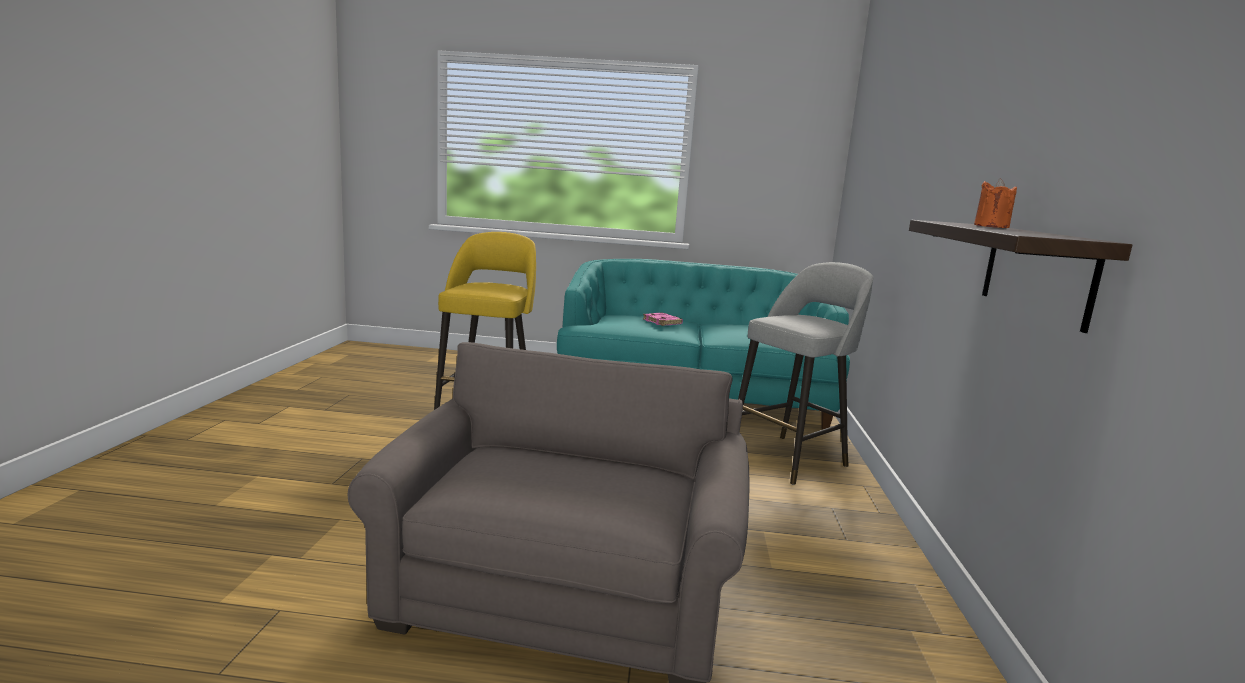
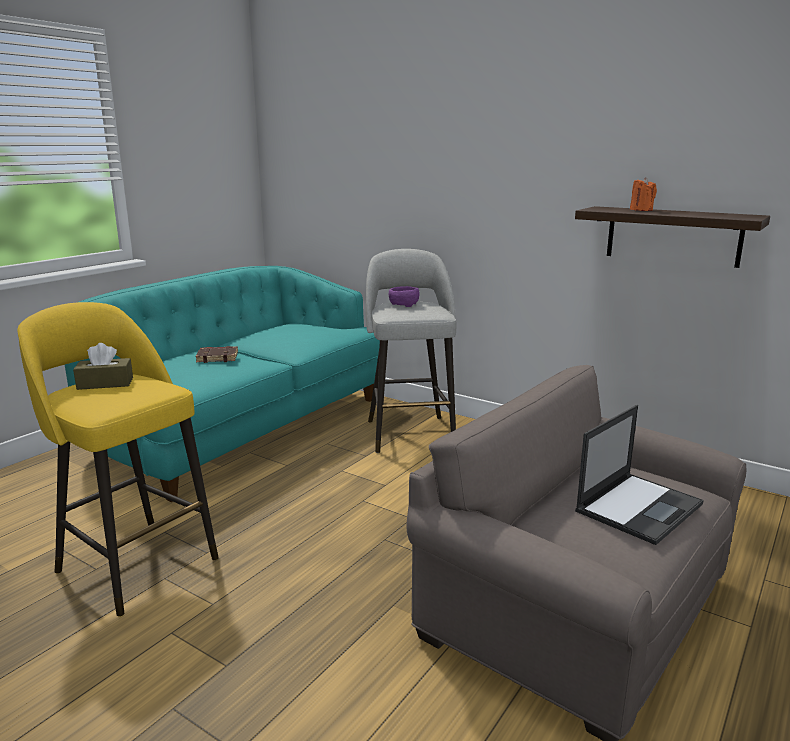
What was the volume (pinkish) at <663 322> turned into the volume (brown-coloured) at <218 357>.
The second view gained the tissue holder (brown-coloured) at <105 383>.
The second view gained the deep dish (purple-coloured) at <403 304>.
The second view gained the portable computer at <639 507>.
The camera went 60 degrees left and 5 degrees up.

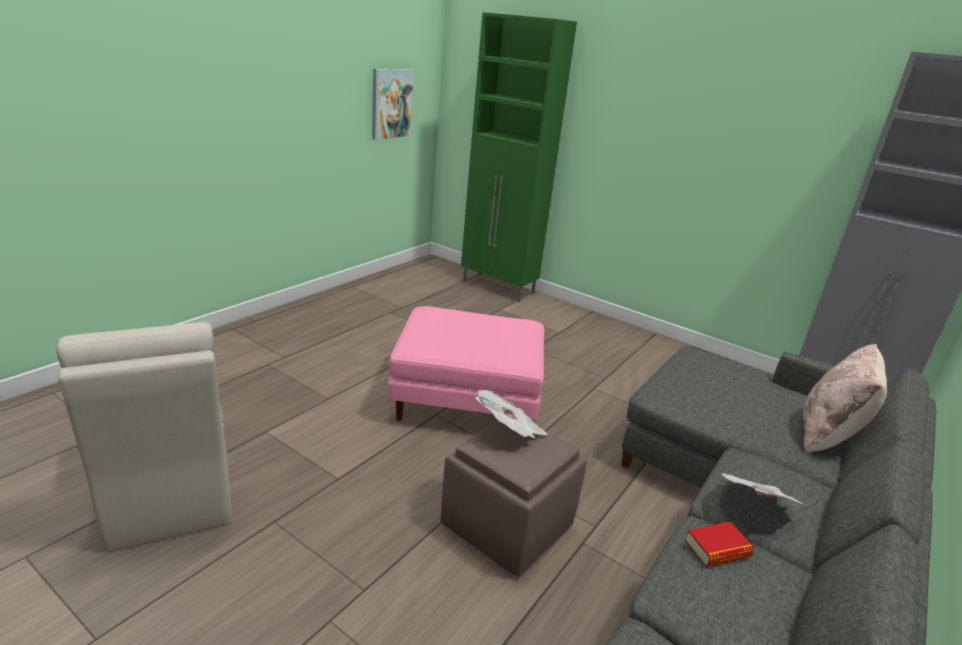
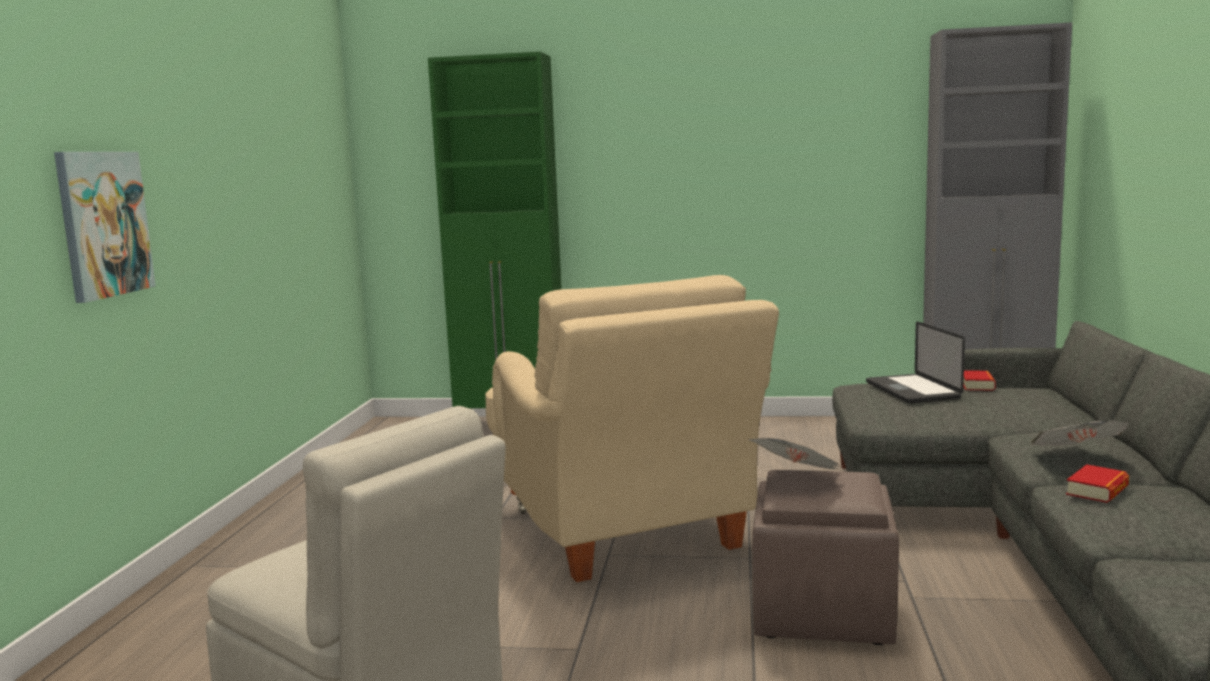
The picture ended up elsewhere, having gone from <391 103> to <103 224>.
Where the ottoman (pinkish) stood at <465 401>, the easy chair (beige) came to stand at <625 532>.
The second view lost the pillow (beige) at <828 435>.
The second view gained the portable computer at <912 390>.
The second view gained the volume at <977 385>.
The camera went 25 degrees left and 15 degrees down.

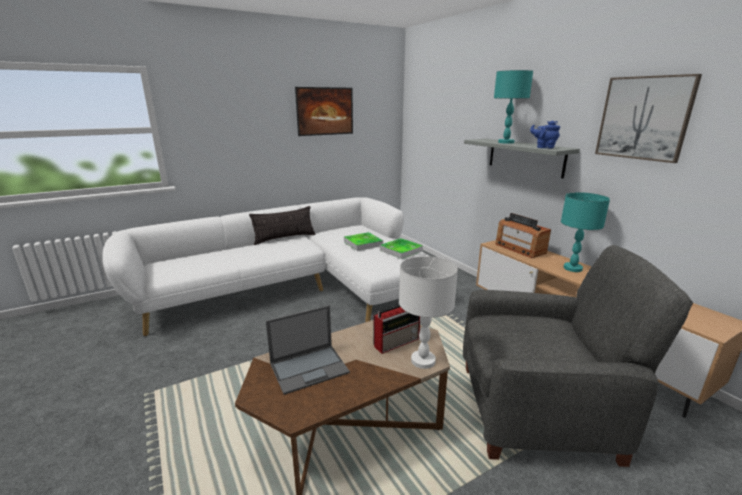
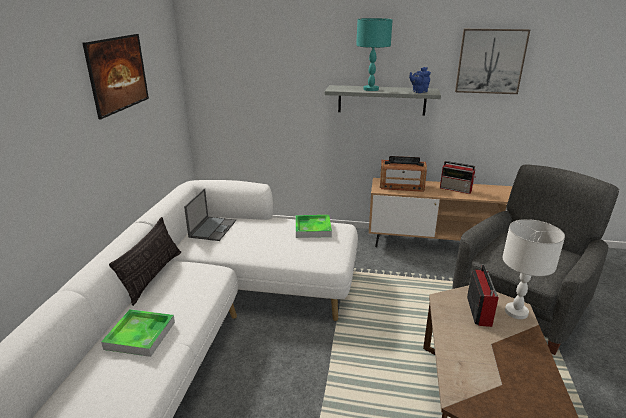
The portable computer ended up elsewhere, having gone from <310 368> to <213 228>.
The tray ended up elsewhere, having gone from <363 243> to <140 335>.
Where the table lamp (turquoise) stood at <573 268>, the radio receiver came to stand at <456 189>.
The camera went 50 degrees left and 5 degrees up.

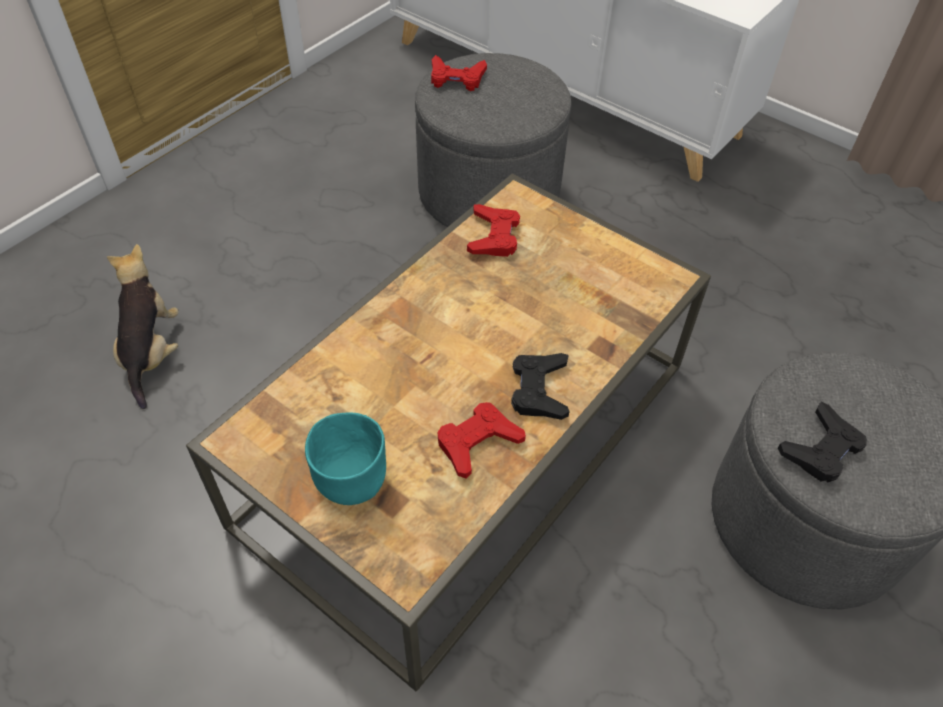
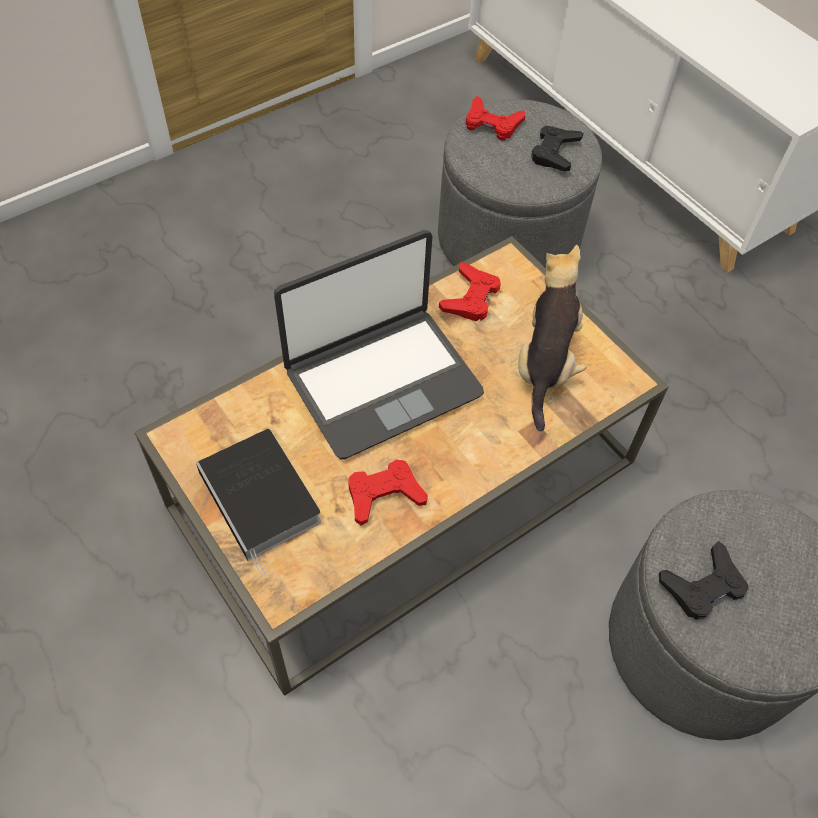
The soft toy ended up elsewhere, having gone from <151 352> to <545 365>.
Where the deep dish (turquoise) stood at <351 480>, the volume came to stand at <262 500>.
The gamepad (blackish) ended up elsewhere, having gone from <539 390> to <555 152>.
The second view gained the portable computer at <382 381>.
The camera went 15 degrees right and 5 degrees up.

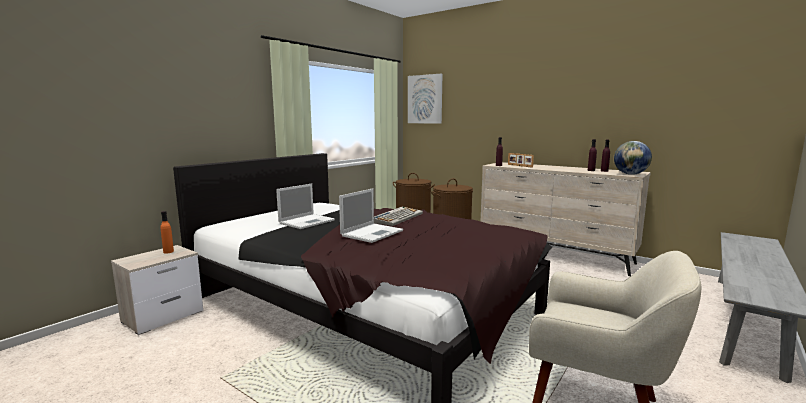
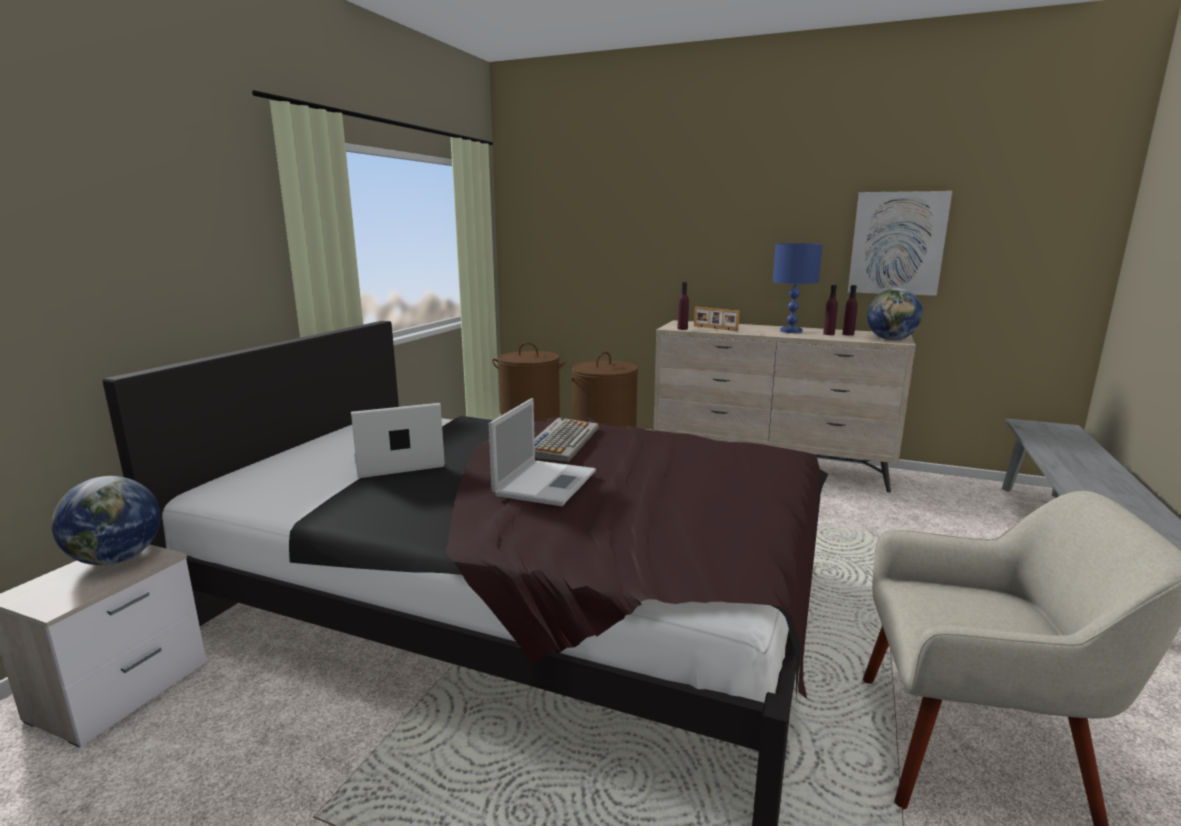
Where the bottle (orangey) stood at <168 252>, the globe came to stand at <116 559>.
The portable computer at <307 221> ended up facing another way, 135 degrees counterclockwise from before.
The picture ended up elsewhere, having gone from <425 99> to <897 243>.
The second view gained the table lamp (bluish) at <790 331>.
The camera went 15 degrees left and 5 degrees up.

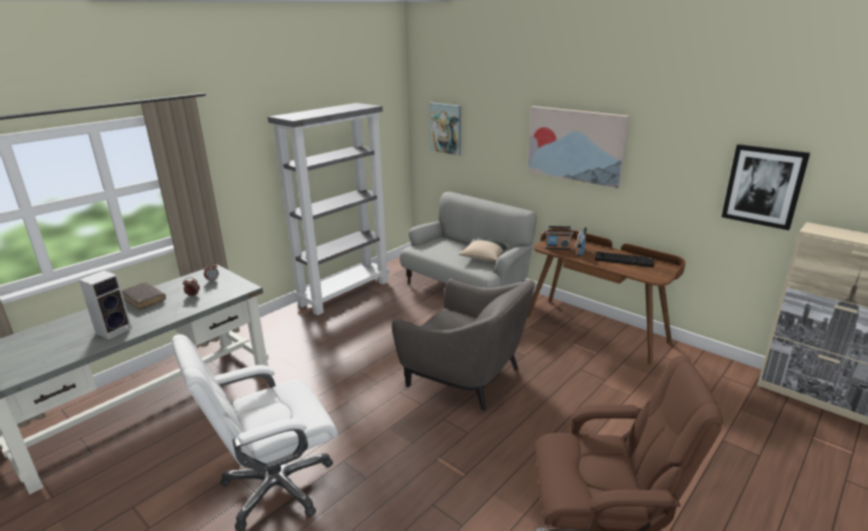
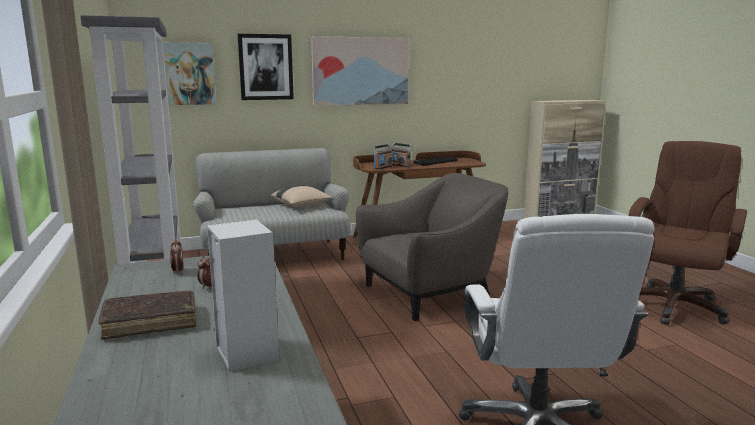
The picture ended up elsewhere, having gone from <763 186> to <266 67>.
The camera went 60 degrees left and 10 degrees down.

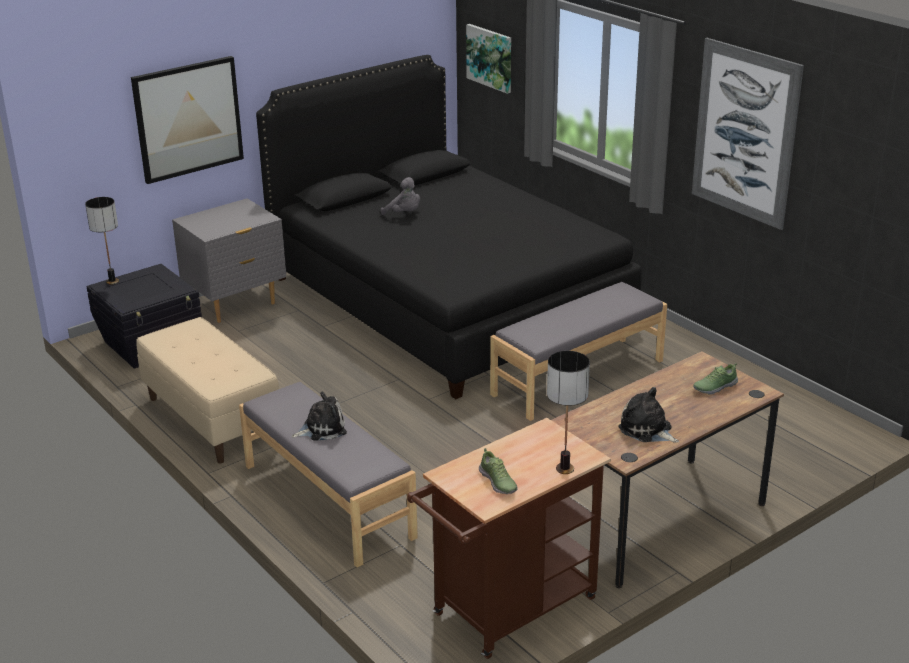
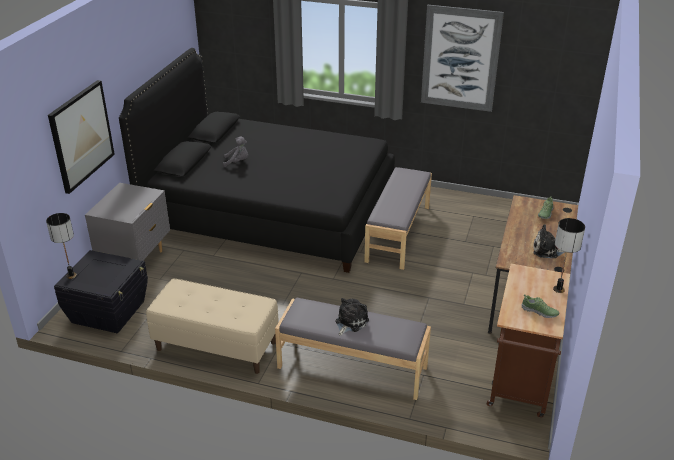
The second view lost the picture at <490 57>.
The camera went 35 degrees left and 5 degrees up.

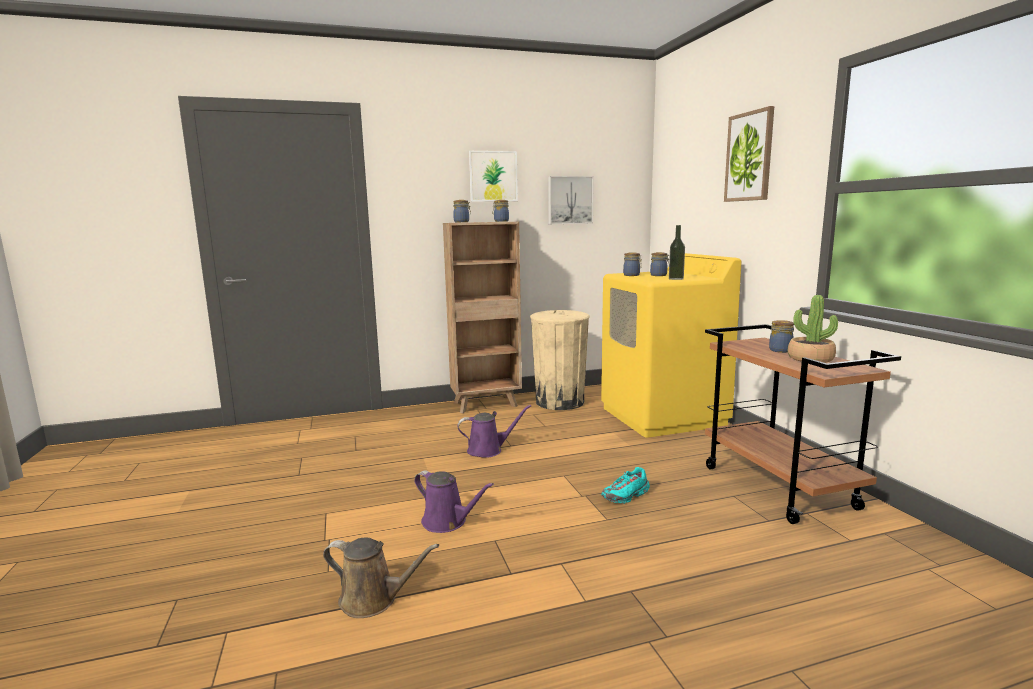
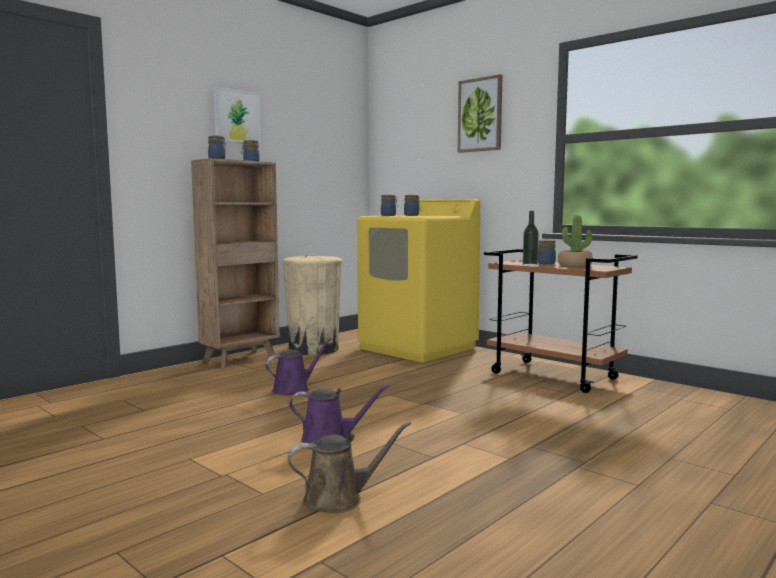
The second view lost the picture at <569 200>.
The second view lost the item of footwear (turquoise) at <626 496>.
The bottle ended up elsewhere, having gone from <676 279> to <530 264>.
The camera went 30 degrees left and 5 degrees down.

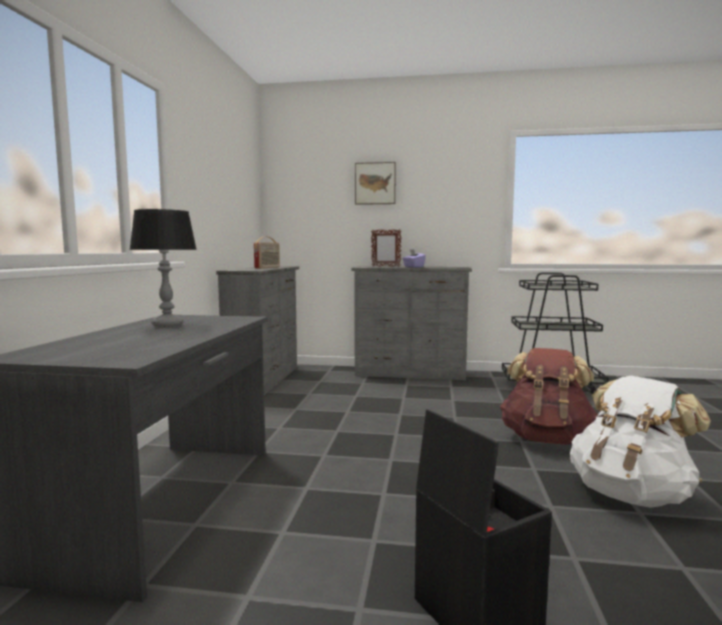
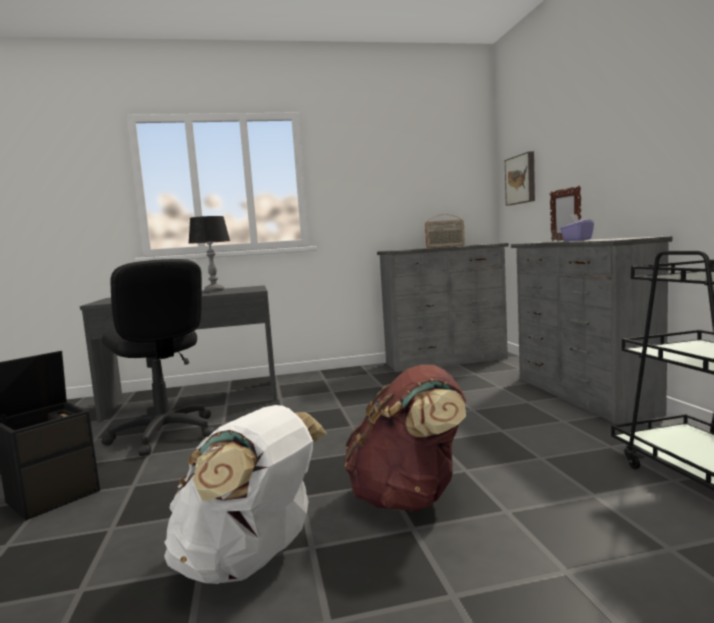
The picture ended up elsewhere, having gone from <375 183> to <521 179>.
The second view gained the office chair (blackish) at <164 434>.
The camera went 70 degrees right and 0 degrees up.

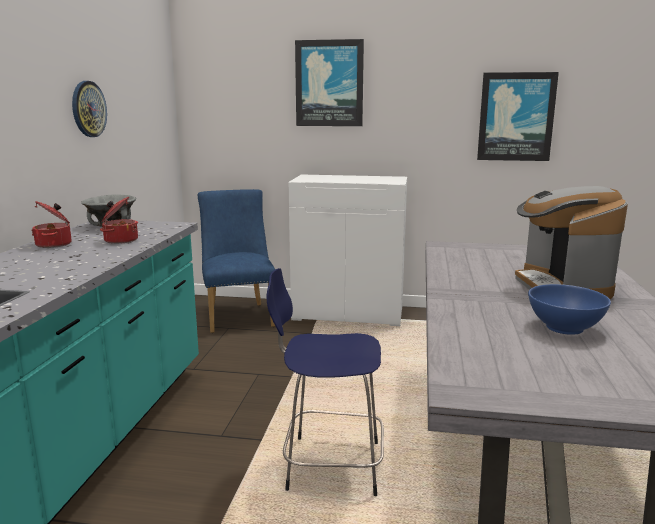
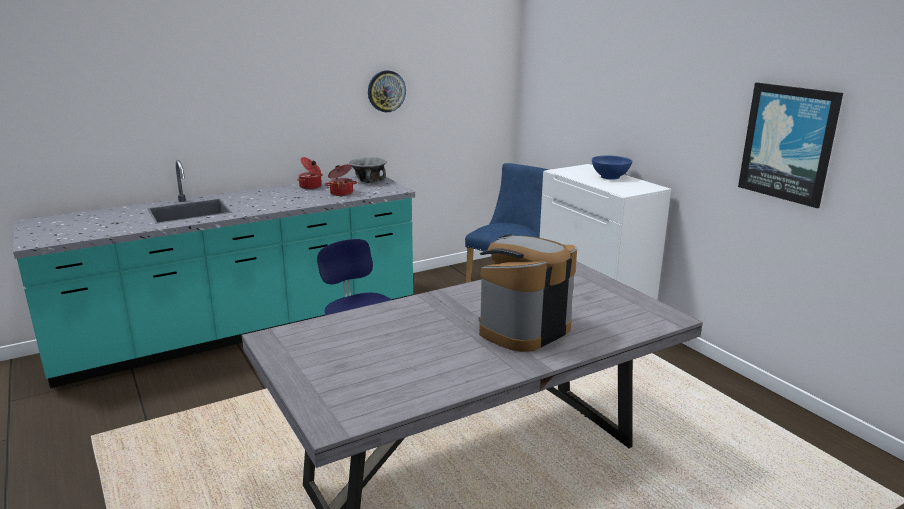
The second view lost the picture at <329 83>.
The deep dish (bluish) ended up elsewhere, having gone from <565 328> to <610 177>.
The camera went 50 degrees right and 5 degrees up.

